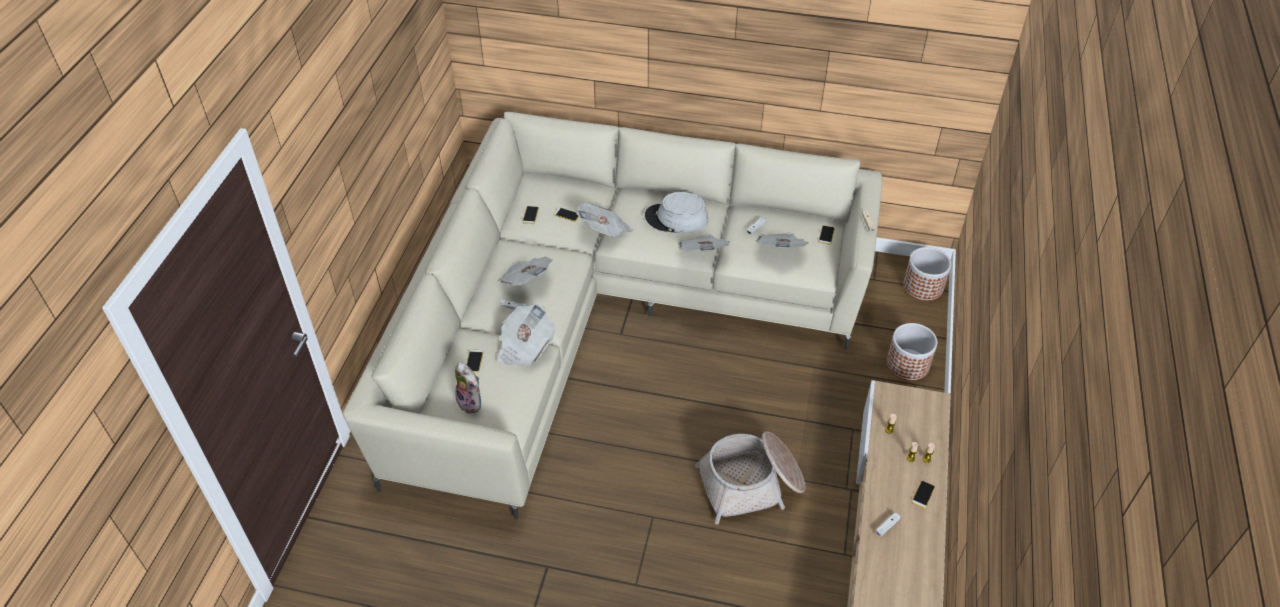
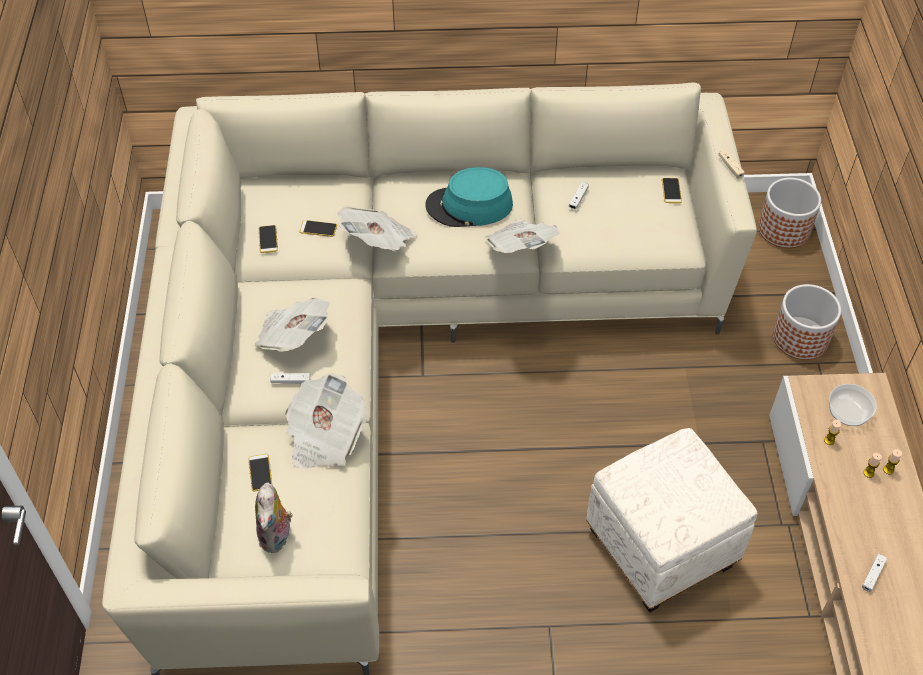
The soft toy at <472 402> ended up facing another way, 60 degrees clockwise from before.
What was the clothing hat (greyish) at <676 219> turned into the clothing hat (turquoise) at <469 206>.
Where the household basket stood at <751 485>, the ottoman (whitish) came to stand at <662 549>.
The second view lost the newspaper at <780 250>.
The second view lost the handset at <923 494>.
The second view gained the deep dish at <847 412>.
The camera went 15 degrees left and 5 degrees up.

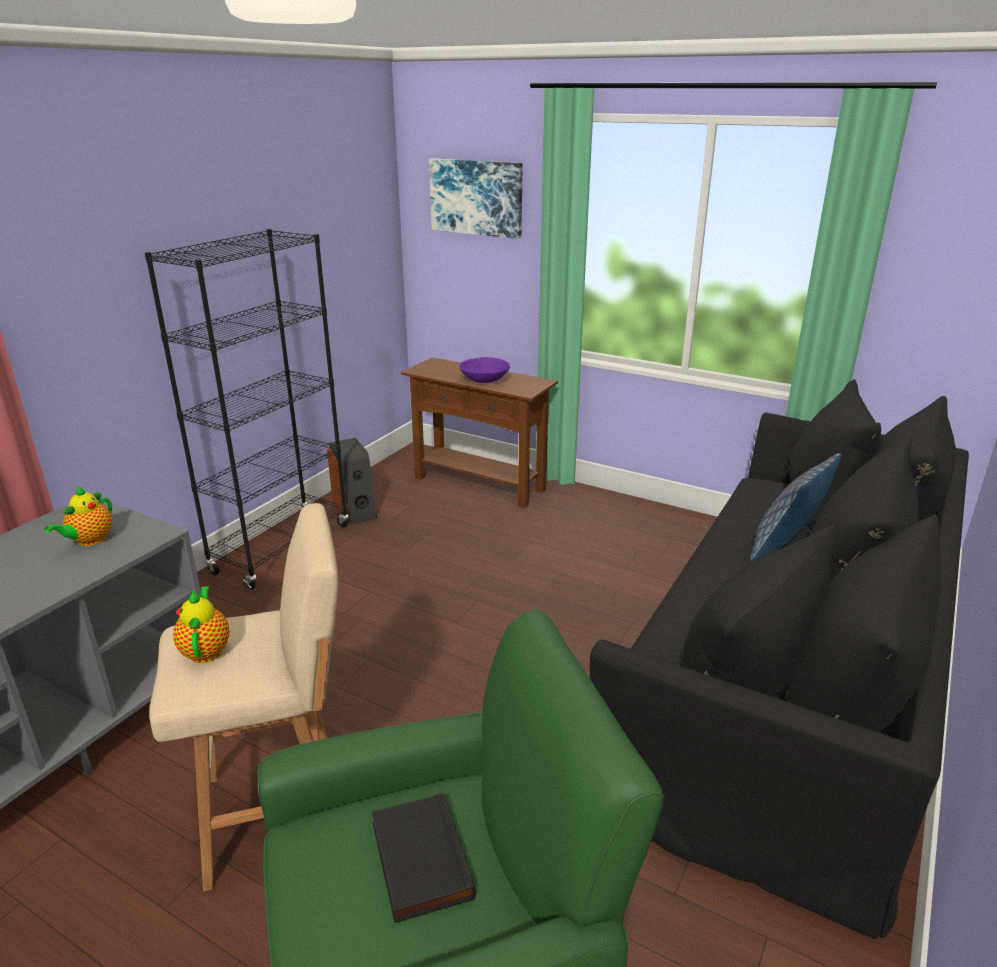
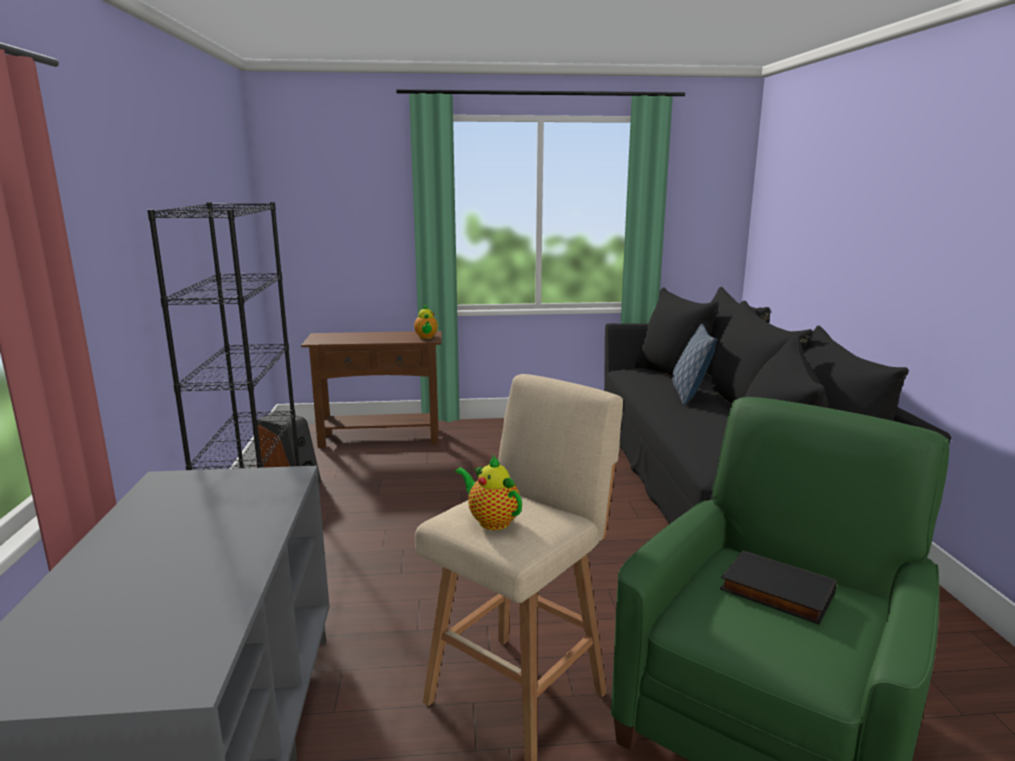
The pot for tea ended up elsewhere, having gone from <90 541> to <426 337>.
The second view lost the picture at <477 197>.
The second view lost the deep dish (purple-coloured) at <484 380>.
The camera went 35 degrees left and 10 degrees down.

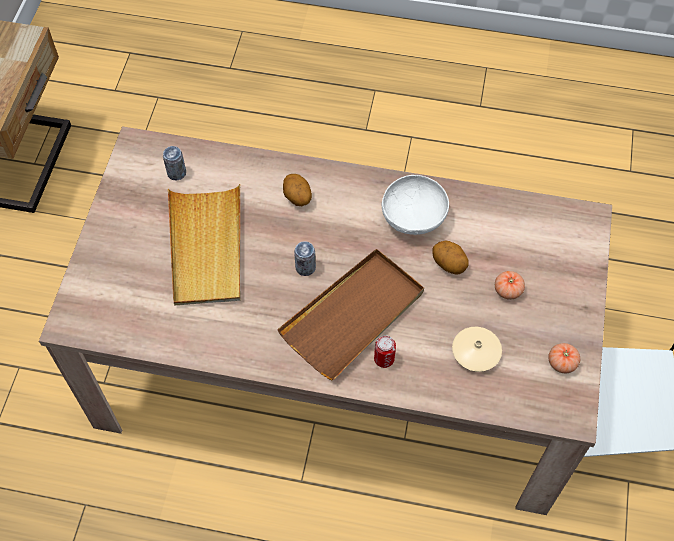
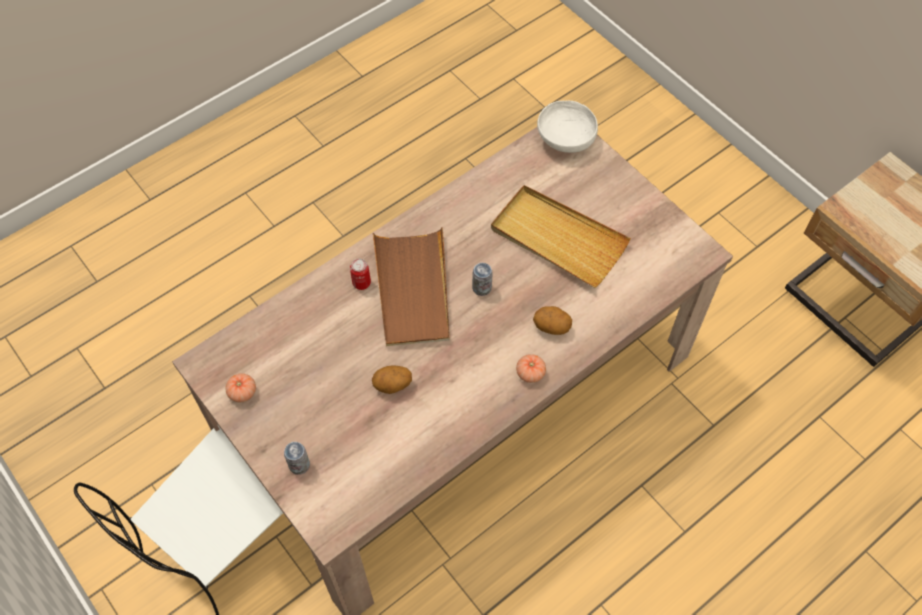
The can ended up elsewhere, having gone from <176 173> to <299 465>.
The deep dish (whitish) ended up elsewhere, having gone from <414 218> to <565 139>.
The second view lost the vase (beige) at <475 352>.
The fresh tomato ended up elsewhere, having gone from <508 290> to <530 373>.
The camera went 130 degrees right and 0 degrees up.

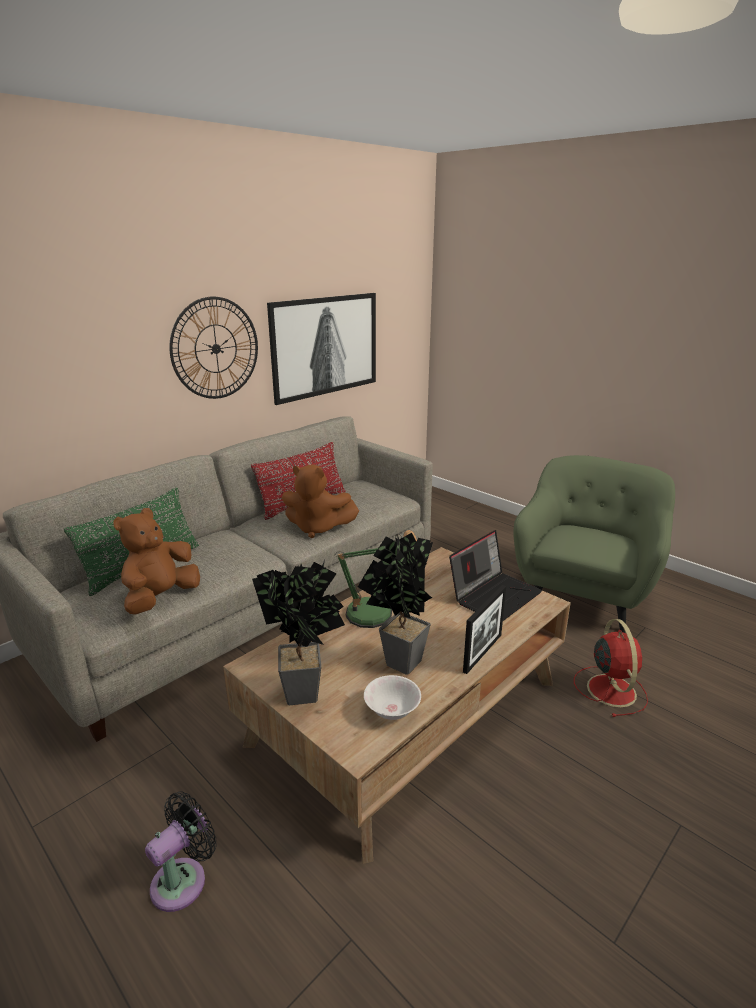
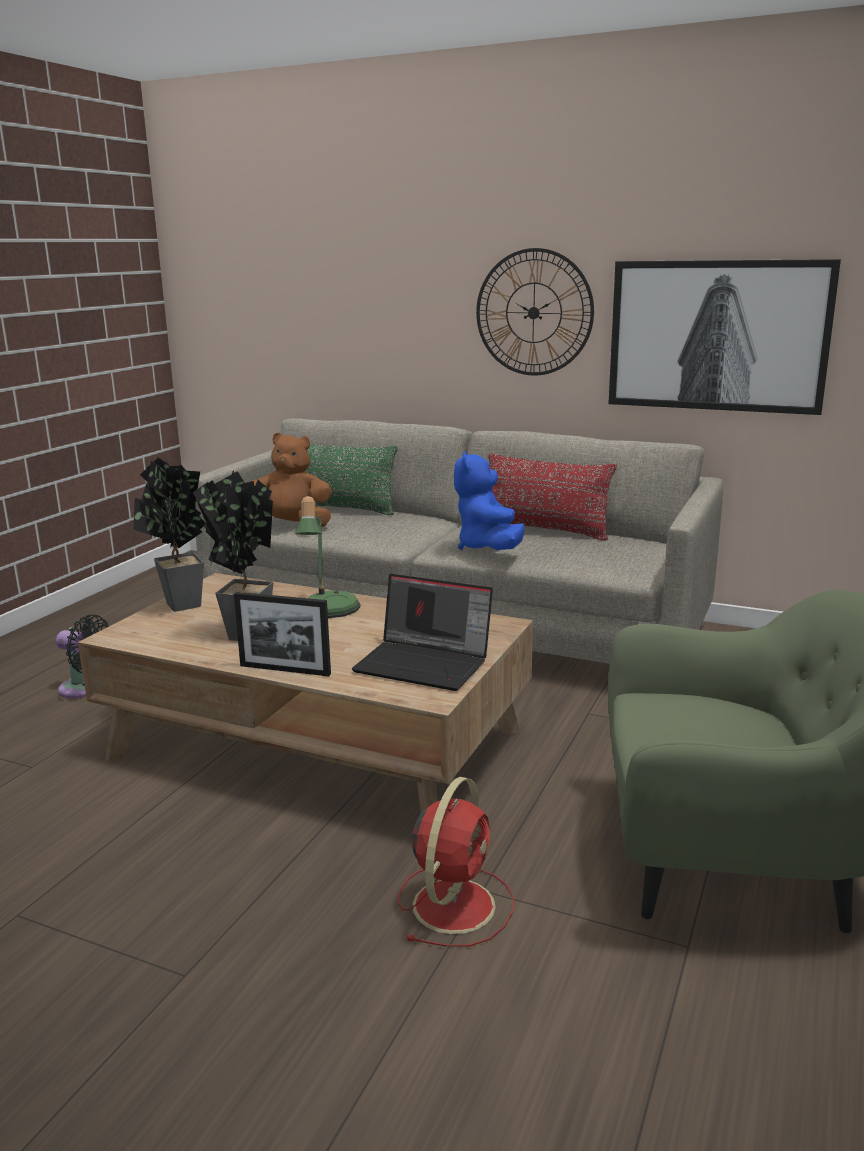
What was the soft toy (brown-coloured) at <317 528> turned into the soft toy (bluish) at <488 548>.
The second view lost the deep dish (whitish) at <391 711>.
The fan (reddish) at <610 689> ended up facing another way, 45 degrees counterclockwise from before.
The camera went 70 degrees right and 5 degrees down.

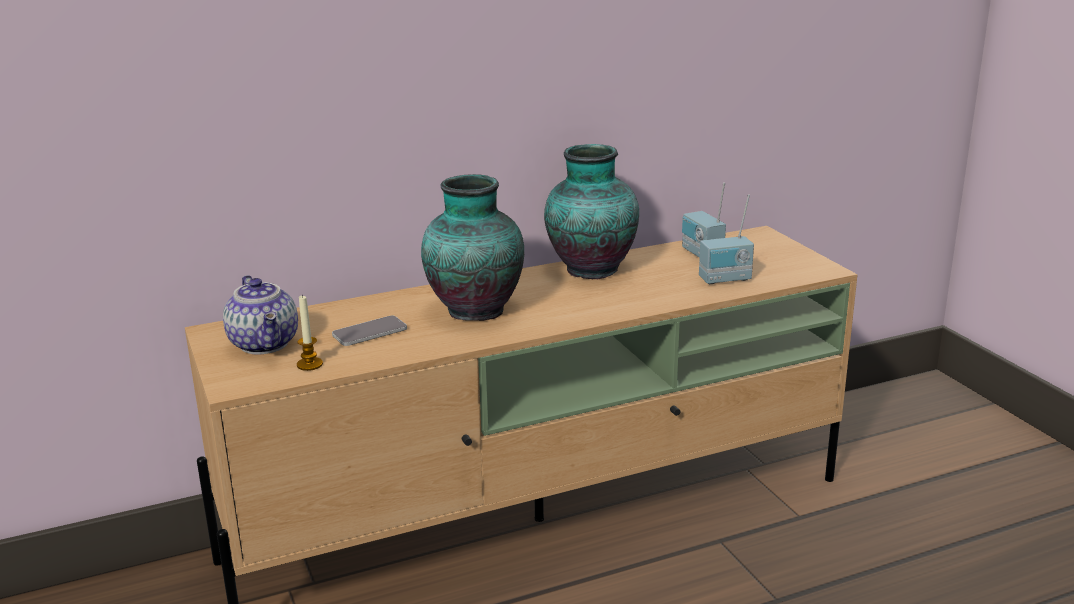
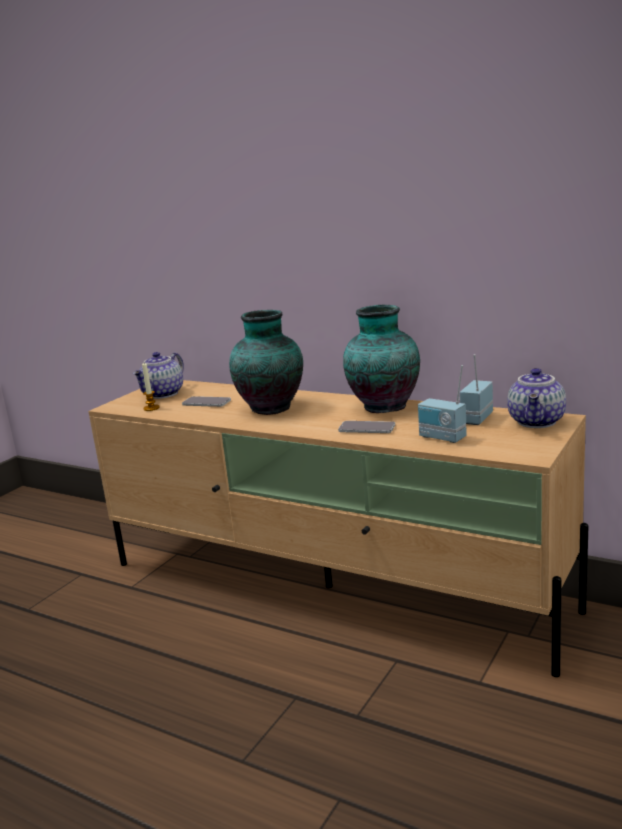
The second view gained the handset at <366 428>.
The second view gained the pot for tea at <537 422>.
The camera went 55 degrees right and 5 degrees down.

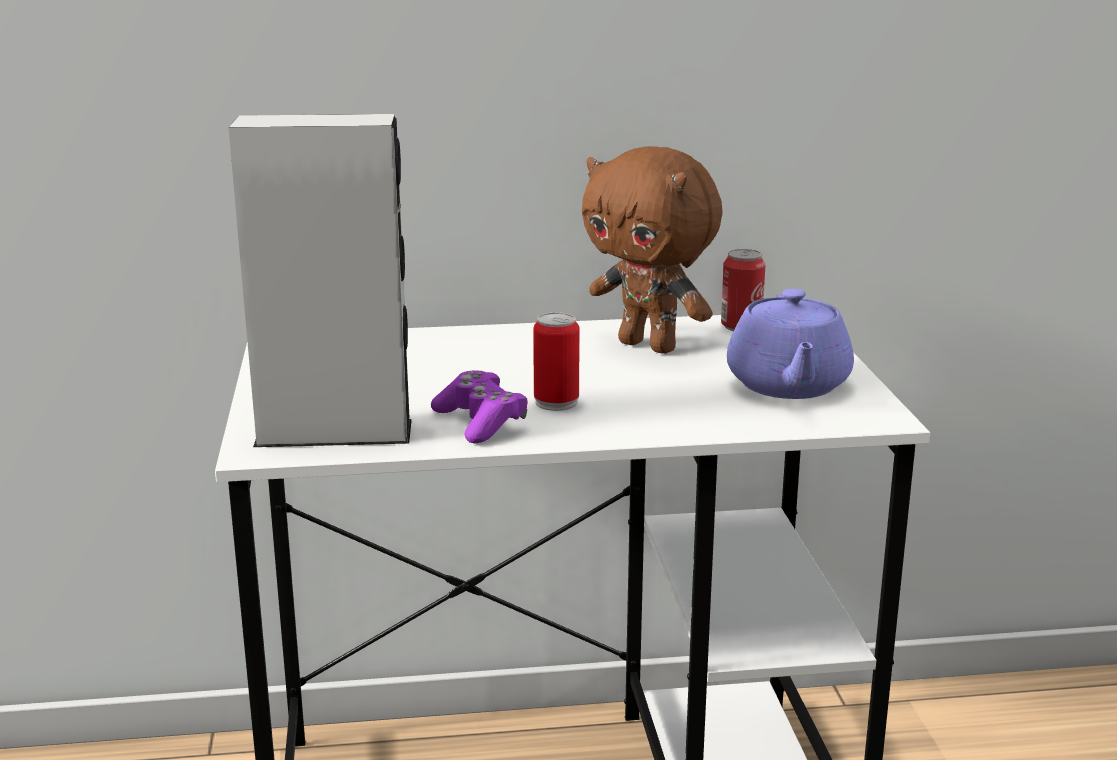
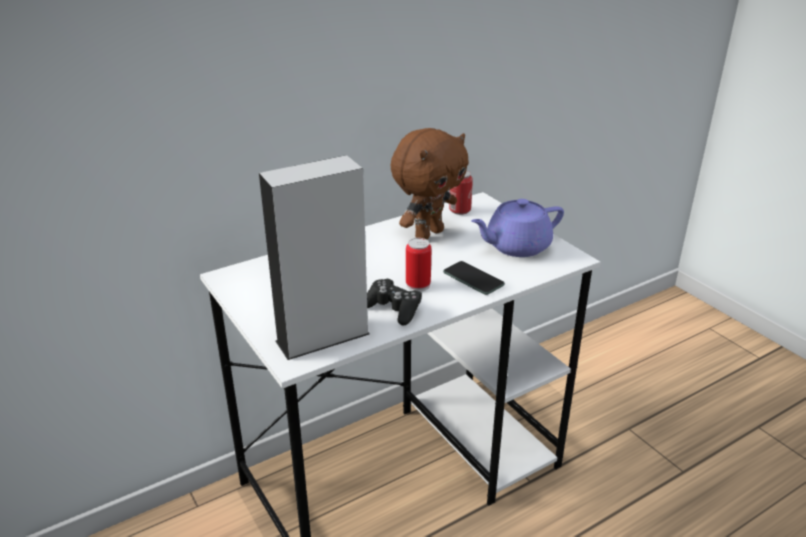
What was the gamepad (purple-coloured) at <480 422> turned into the gamepad (blackish) at <393 309>.
The soft toy (brown-coloured) at <650 346> ended up facing another way, 60 degrees counterclockwise from before.
The pot for tea (purple-coloured) at <788 386> ended up facing another way, 90 degrees clockwise from before.
The second view gained the handset at <473 278>.
The camera went 25 degrees left and 10 degrees up.

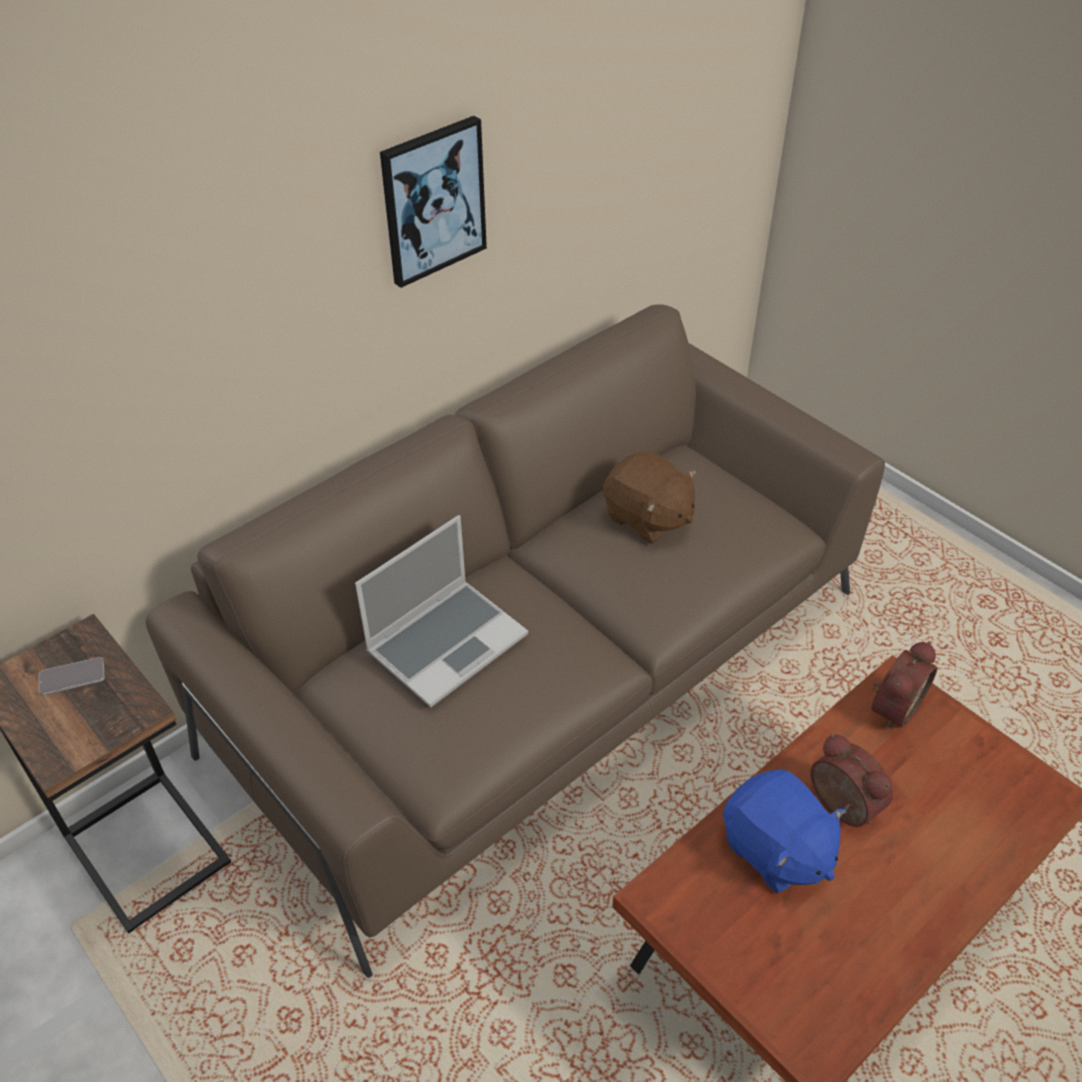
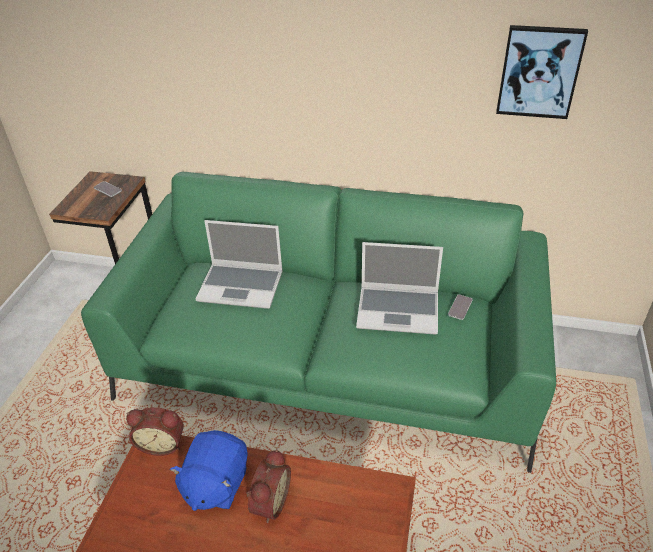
What was the couch (brown-coloured) at <541 670> turned into the couch (green-coloured) at <329 362>.
The picture ended up elsewhere, having gone from <433 201> to <539 72>.
Where the soft toy (brown-coloured) stood at <647 518>, the portable computer came to stand at <399 310>.
The bedside clock ended up elsewhere, having gone from <892 707> to <162 443>.
The second view gained the handset at <460 307>.
The camera went 55 degrees right and 5 degrees down.

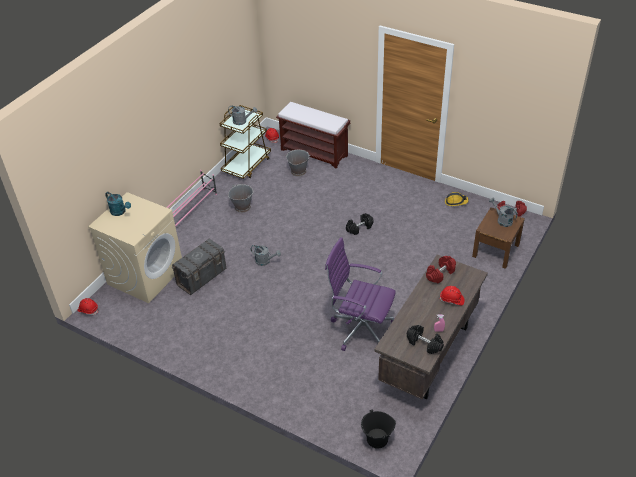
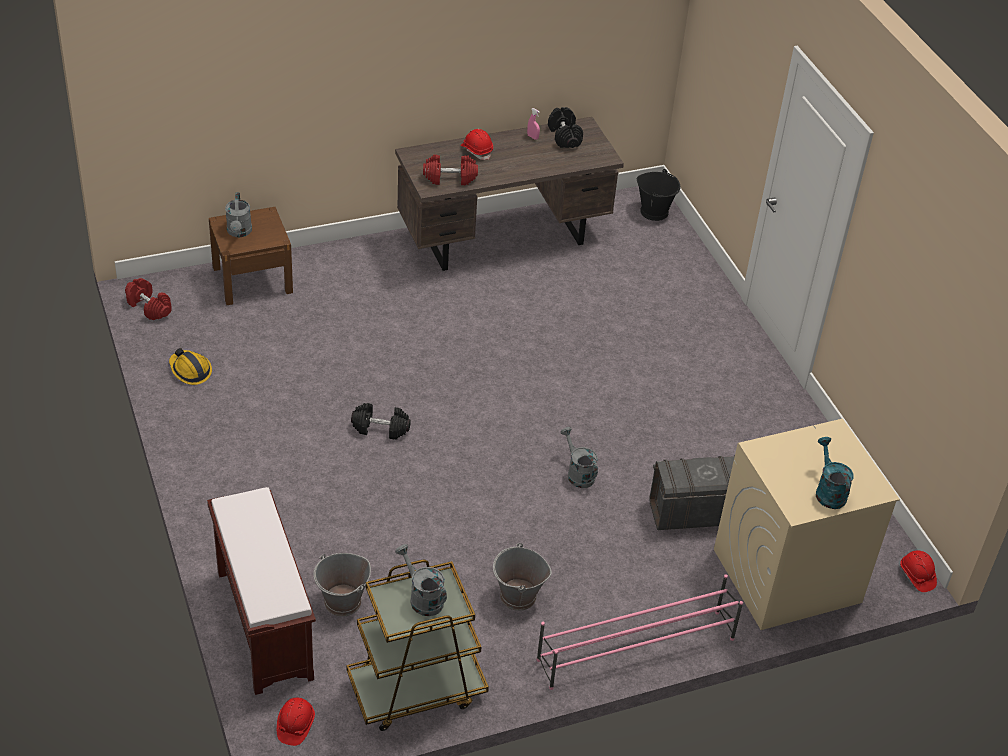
The second view lost the office chair (purple-coloured) at <360 328>.
The camera went 145 degrees left and 0 degrees up.

